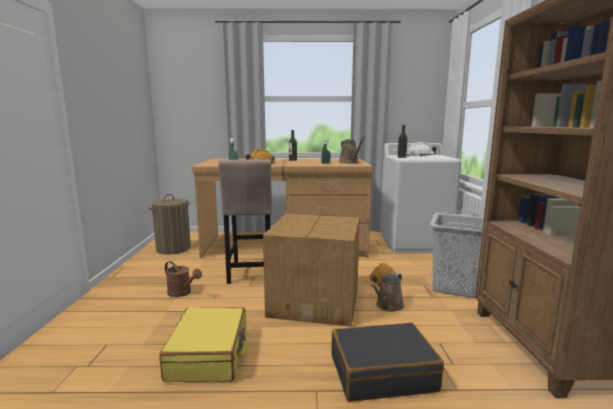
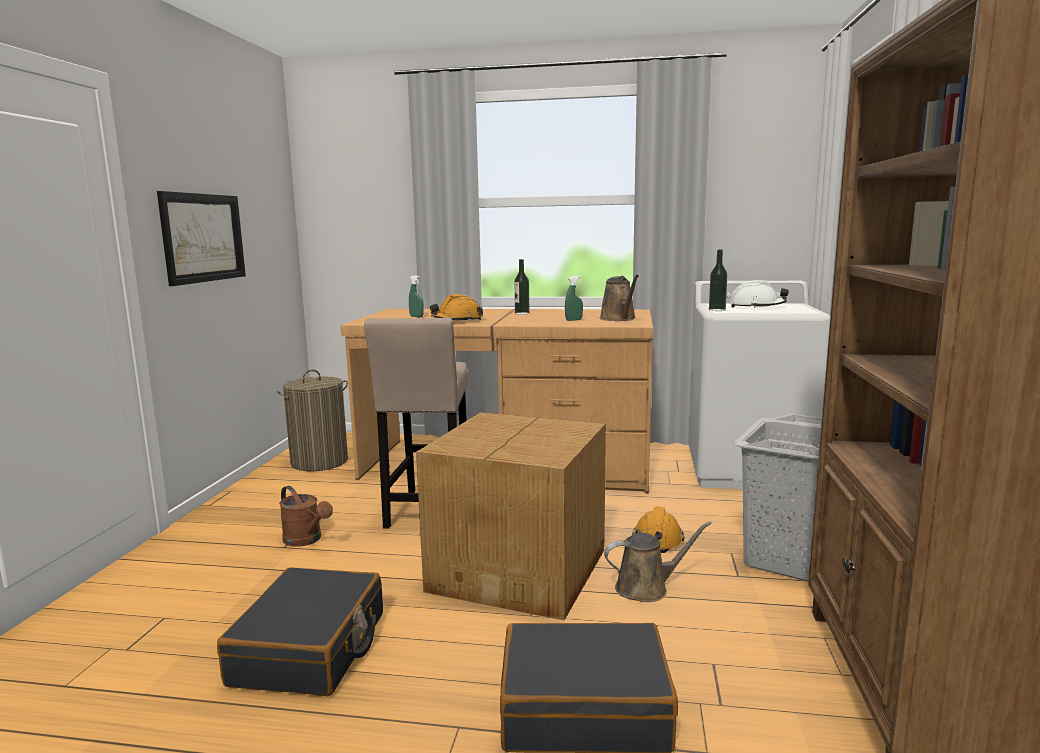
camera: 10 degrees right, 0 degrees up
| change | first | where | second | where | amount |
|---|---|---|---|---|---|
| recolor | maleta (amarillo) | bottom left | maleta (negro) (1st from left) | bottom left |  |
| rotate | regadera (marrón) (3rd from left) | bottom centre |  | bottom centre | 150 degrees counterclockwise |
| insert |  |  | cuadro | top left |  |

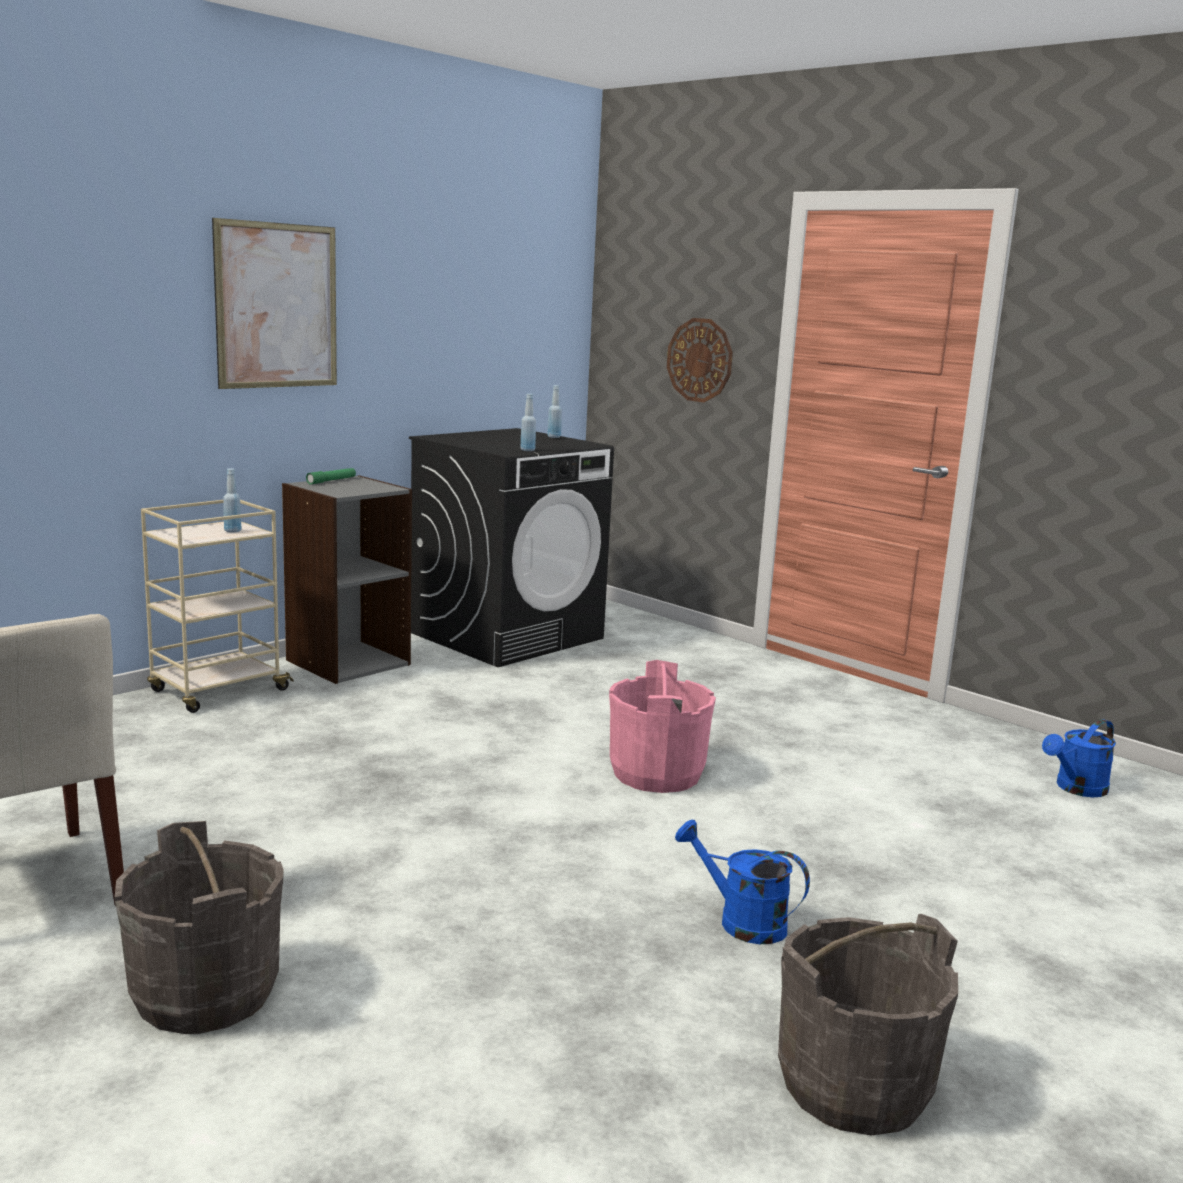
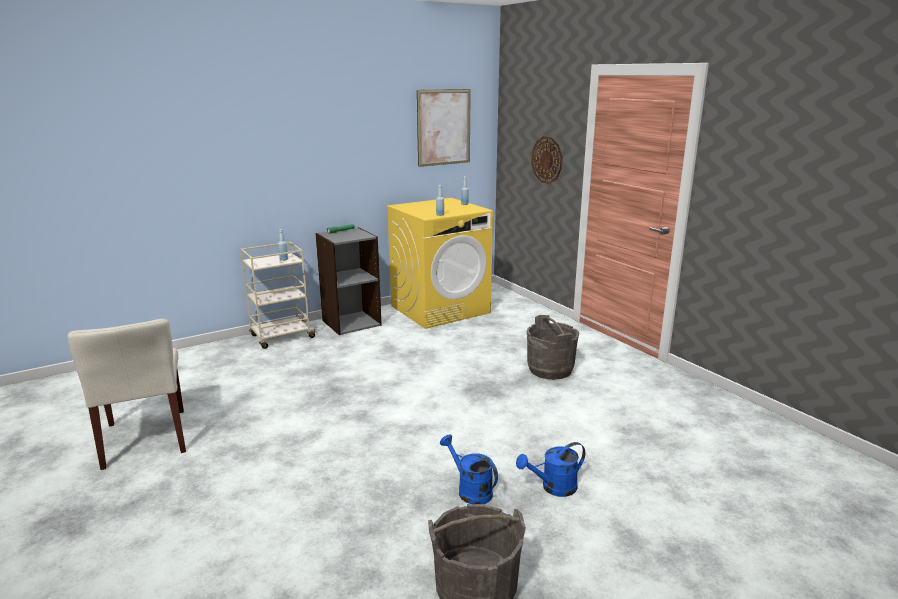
camera: 15 degrees right, 5 degrees up
| change | first | where | second | where | amount |
|---|---|---|---|---|---|
| move | cubo (gris) (1st from left in the first image) | bottom left | cubo (gris) (2nd from left) | centre |  |
| move | cuadro | top left |  | top centre |  |
| recolor | lavadora (negro) | centre | lavadora (amarillo) | centre |  |
| delete | cubo (rosa) | centre |  |  |  |
| move | regadera (azul) (2nd from left) | middle right |  | bottom centre |  |

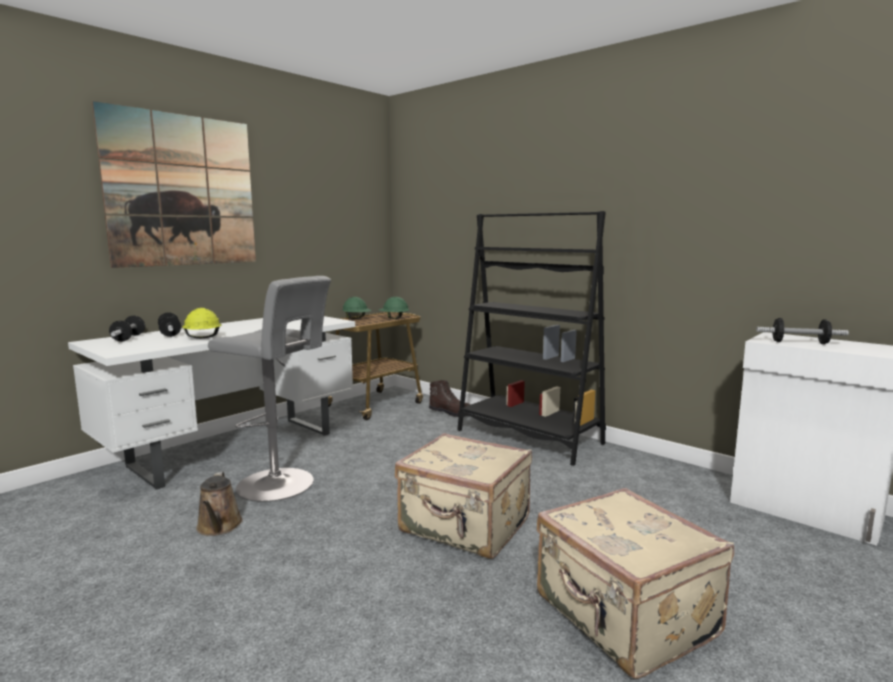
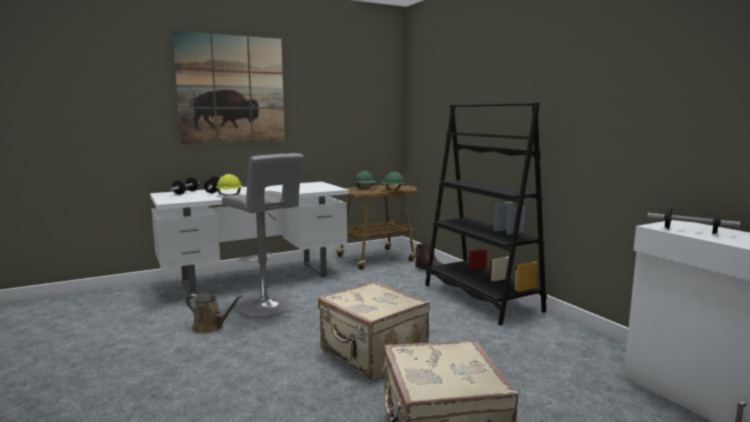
camera: 20 degrees right, 0 degrees up
| change | first | where | second | where | amount |
|---|---|---|---|---|---|
| rotate | regadera (marrón) | bottom left |  | bottom left | 75 degrees counterclockwise |

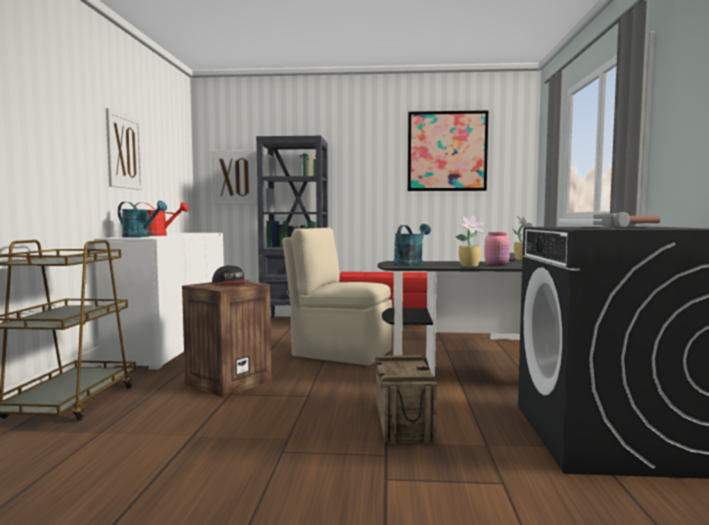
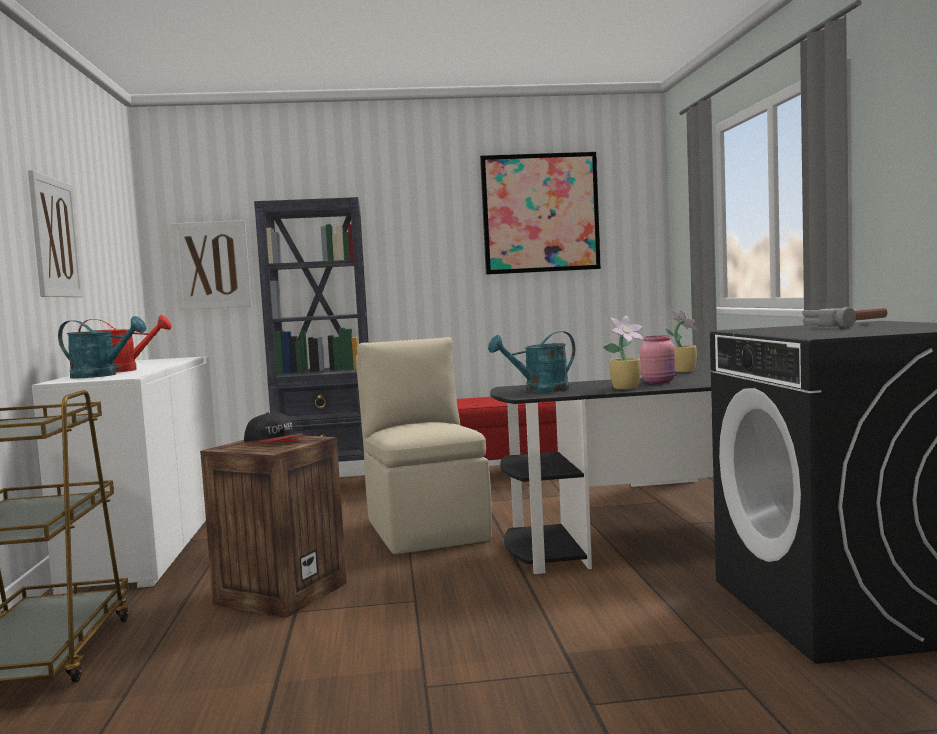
camera: 10 degrees left, 0 degrees up
| change | first | where | second | where | amount |
|---|---|---|---|---|---|
| rotate | silla (beis) | centre |  | centre | 60 degrees clockwise |
| delete | caja de embalaje (2nd from left) | bottom centre |  |  |  |
| rotate | regadera (turquesa) (2nd from left) | centre |  | centre | 135 degrees counterclockwise |

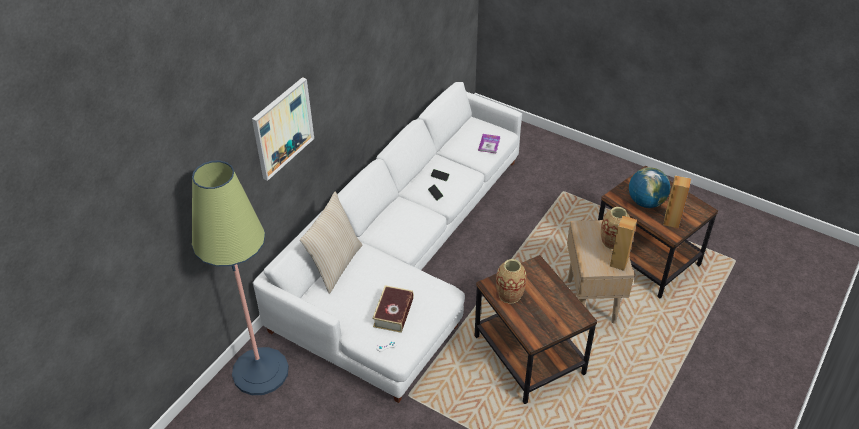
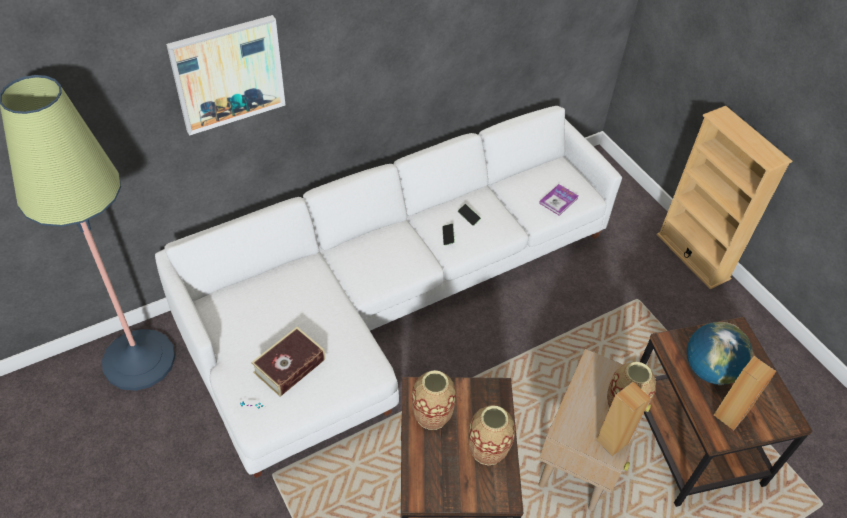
camera: 25 degrees right, 5 degrees up
| change | first | where | second | where | amount |
|---|---|---|---|---|---|
| delete | cojín (beis) | centre |  |  |  |
| insert |  |  | florero (2nd from left) | bottom centre |  |
| insert |  |  | estantería (beis) | middle right |  |

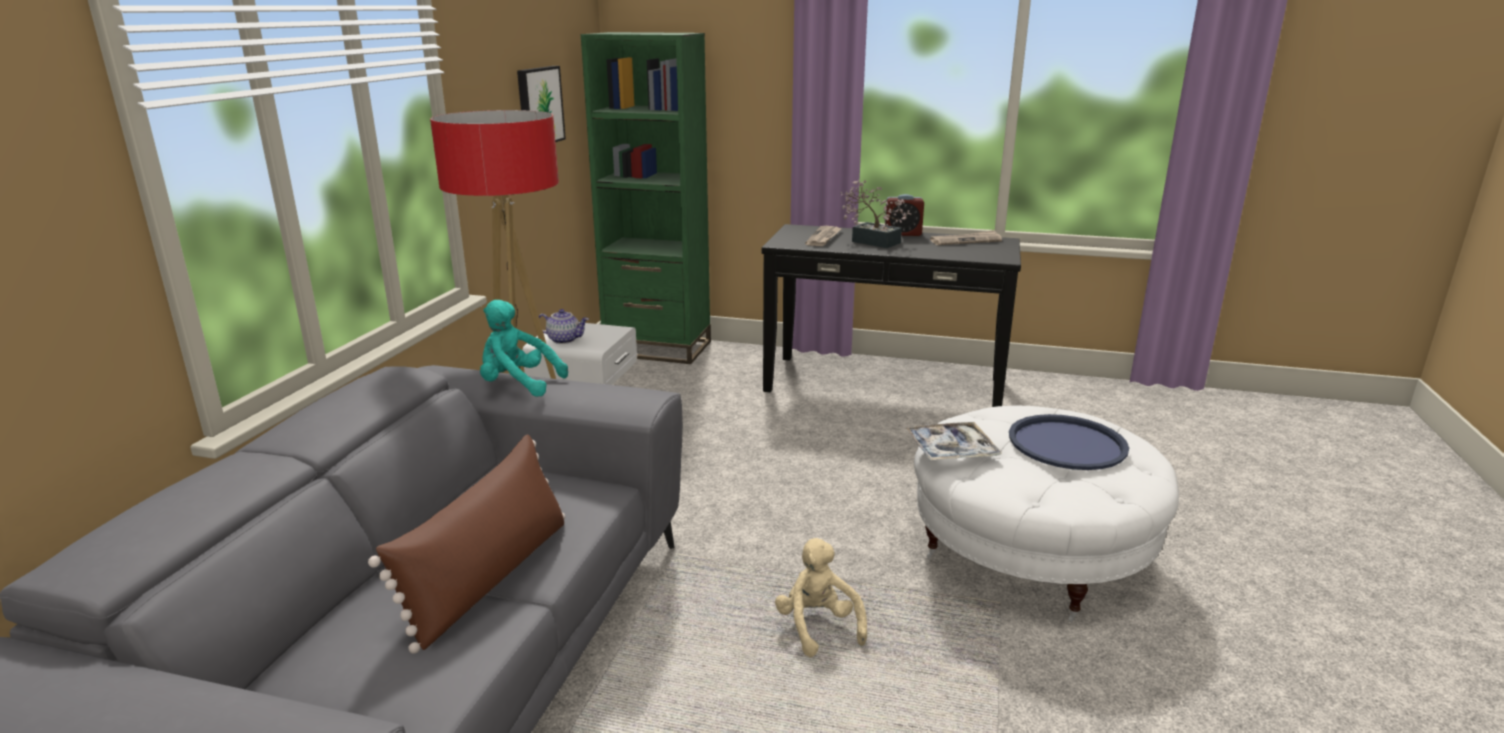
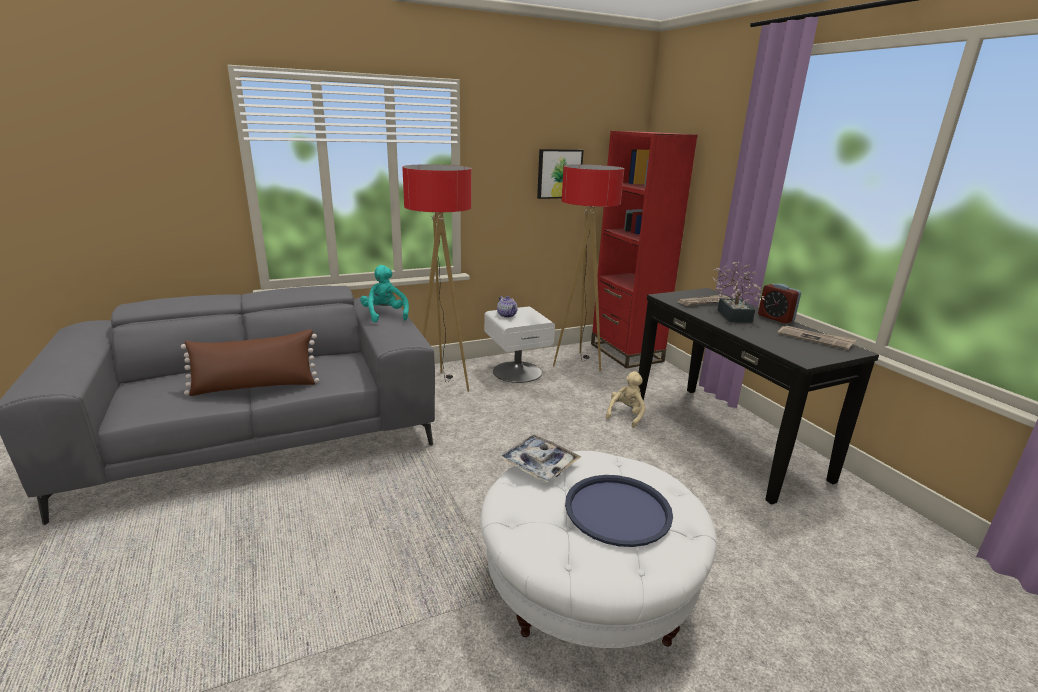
camera: 50 degrees right, 0 degrees up
| change | first | where | second | where | amount |
|---|---|---|---|---|---|
| recolor | estantería (verde) | top centre | estantería (rojo) | centre |  |
| move | peluche (beis) | bottom centre |  | centre |  |
| insert |  |  | lámpara de pie (2nd from left) | centre |  |

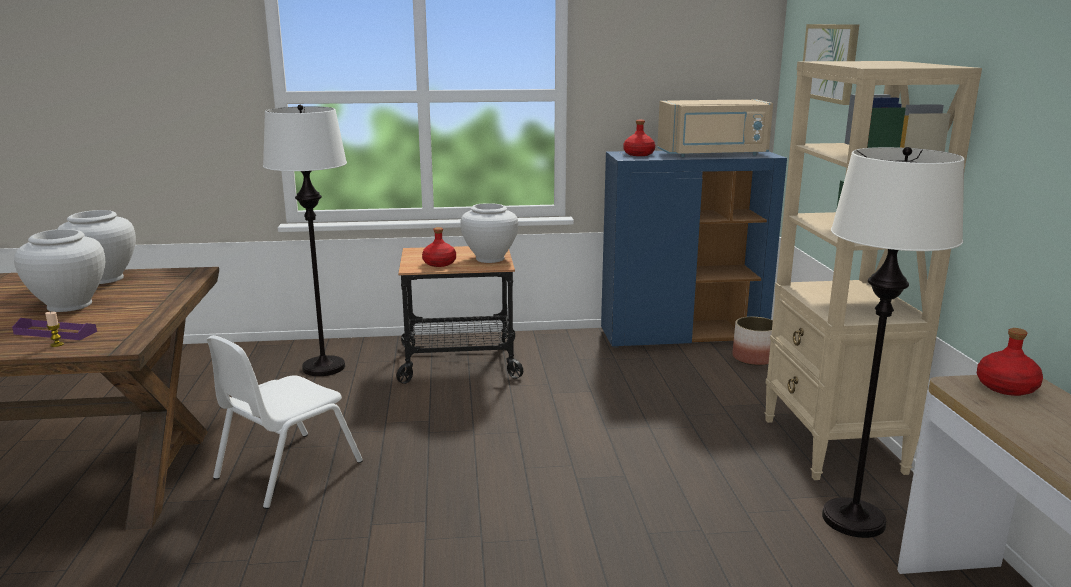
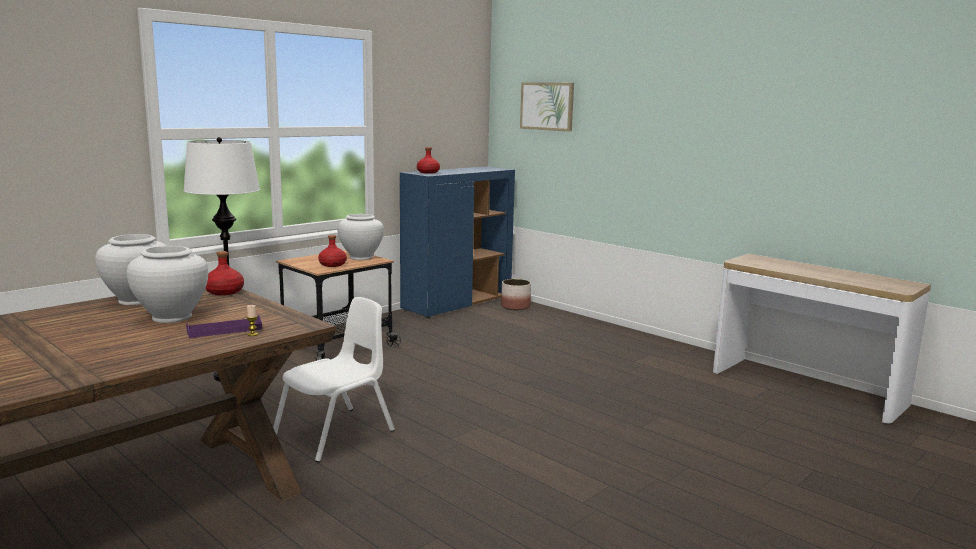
camera: 40 degrees left, 5 degrees down
| change | first | where | second | where | amount |
|---|---|---|---|---|---|
| rotate | silla (blanco) | bottom left |  | bottom centre | 135 degrees counterclockwise |
| delete | microondas (beis) | top right |  |  |  |
| delete | estantería (beis) | middle right |  |  |  |
| delete | lámpara de pie (blanco) (2nd from left) | middle right |  |  |  |
| move | botella (rojo) (3rd from left in the first image) | middle right | botella (rojo) (1st from left) | middle left |  |

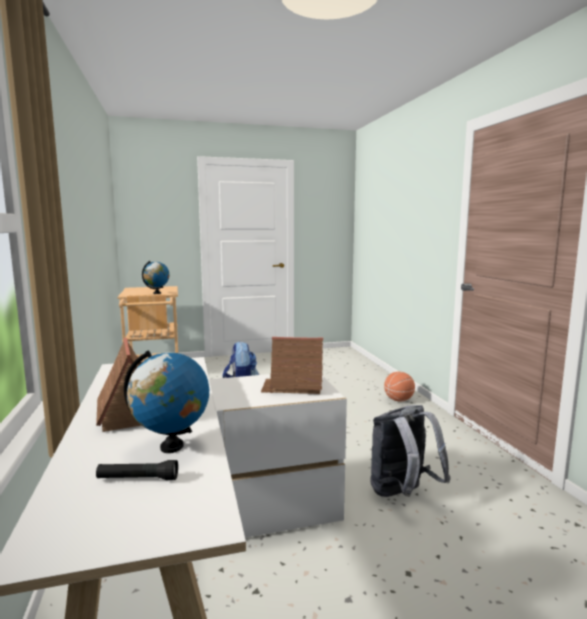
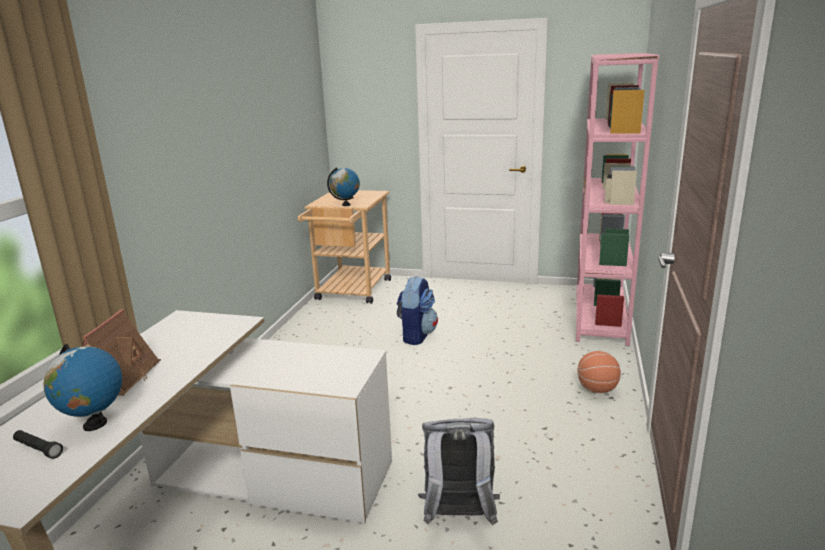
camera: 30 degrees right, 10 degrees up
| change | first | where | second | where | amount |
|---|---|---|---|---|---|
| delete | casita (2nd from left) | centre |  |  |  |
| insert |  |  | estantería (rosa) | middle right |  |

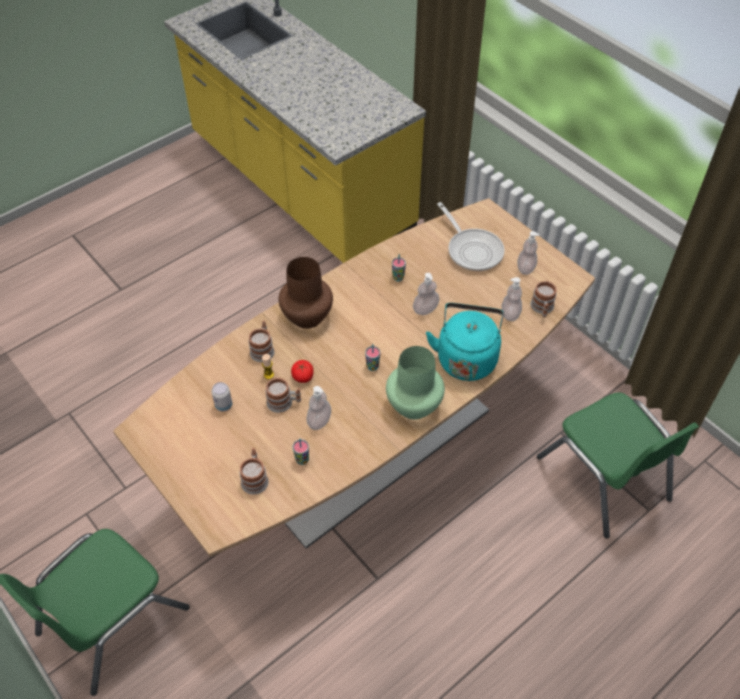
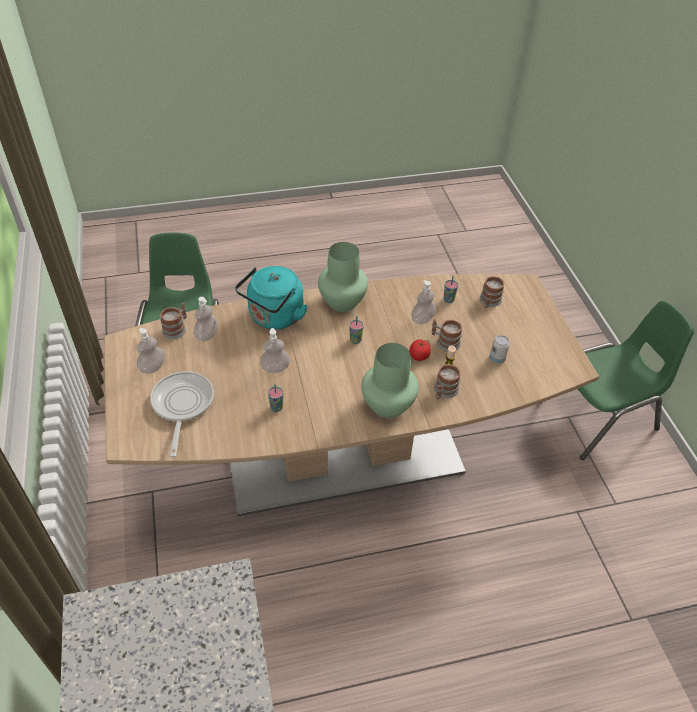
camera: 155 degrees left, 5 degrees down
| change | first | where | second | where | amount |
|---|---|---|---|---|---|
| recolor | florero (marrón) | centre | florero (verde) (2nd from left) | centre |  |

